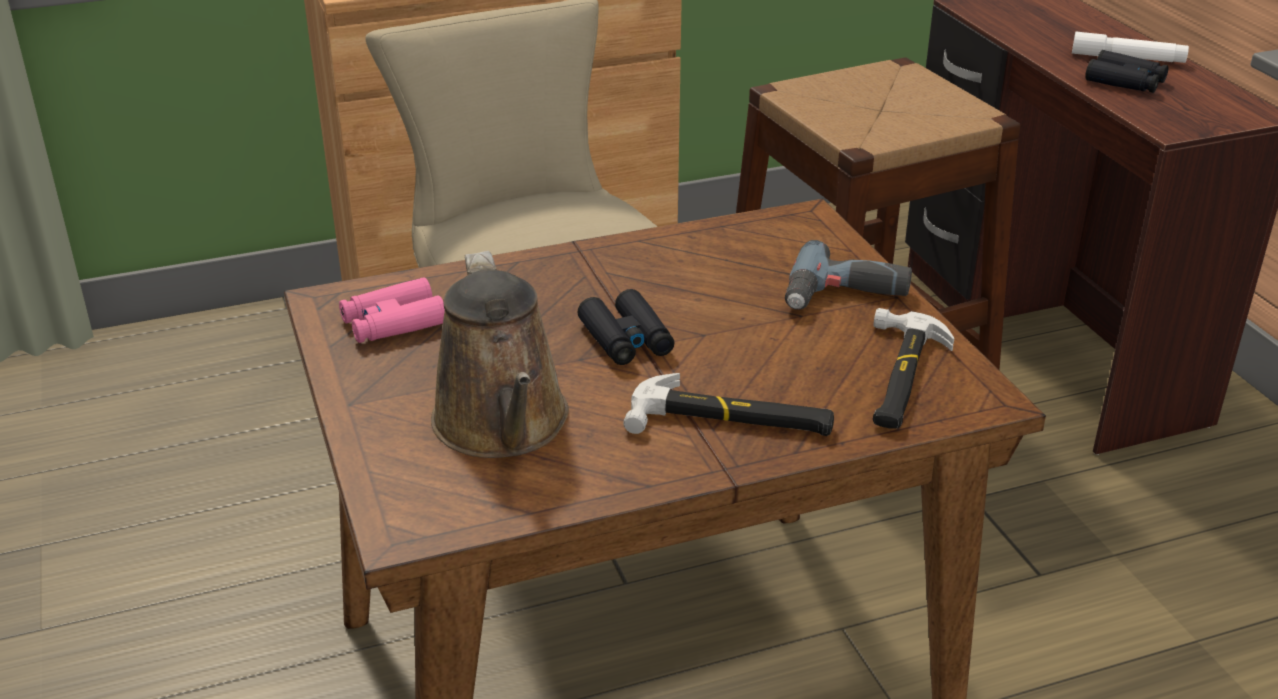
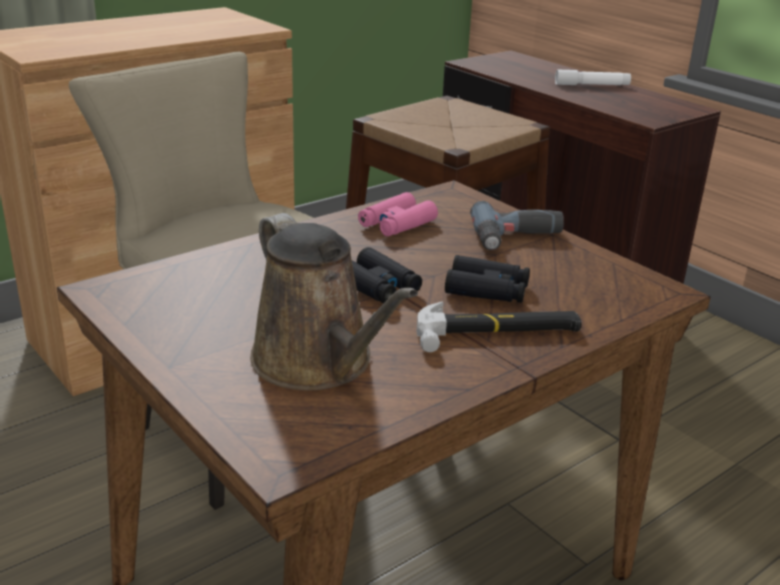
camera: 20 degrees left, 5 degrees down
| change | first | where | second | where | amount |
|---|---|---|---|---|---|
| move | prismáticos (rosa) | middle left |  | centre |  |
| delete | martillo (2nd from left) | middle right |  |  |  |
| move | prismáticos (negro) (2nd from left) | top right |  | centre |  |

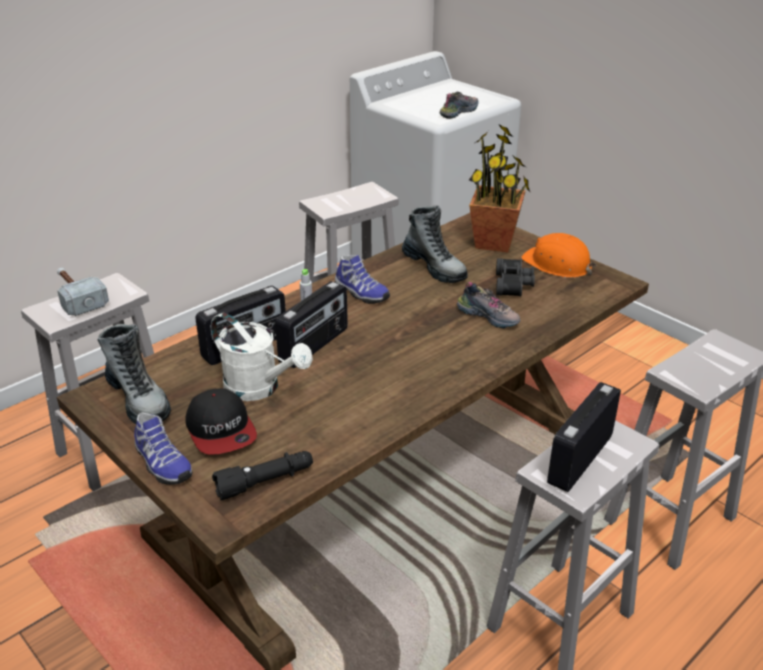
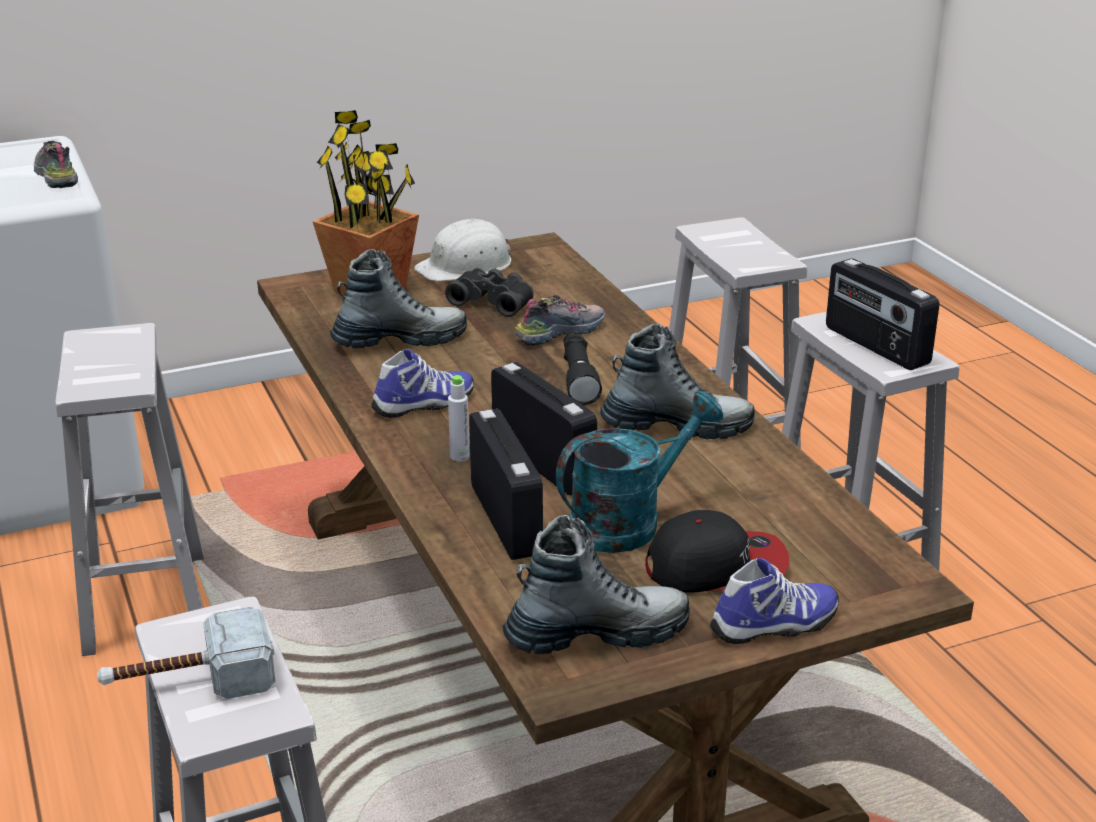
camera: 70 degrees left, 5 degrees down
| change | first | where | second | where | amount |
|---|---|---|---|---|---|
| recolor | regadera (blanco) | centre | regadera (turquesa) | centre |  |
| move | linterna (negro) | bottom centre |  | centre |  |
| recolor | casco (naranja) | middle right | casco (blanco) | top centre |  |
| insert |  |  | bota (3rd from left) | centre |  |

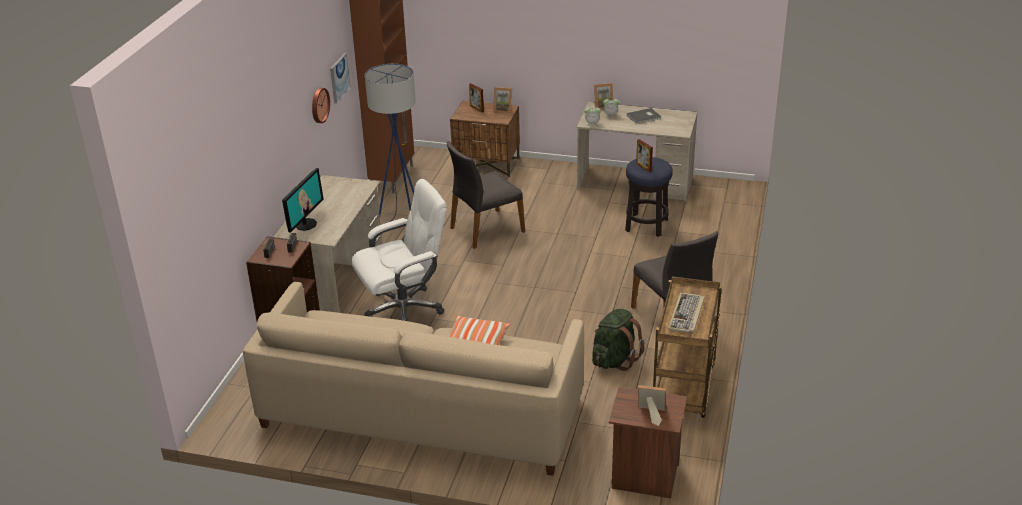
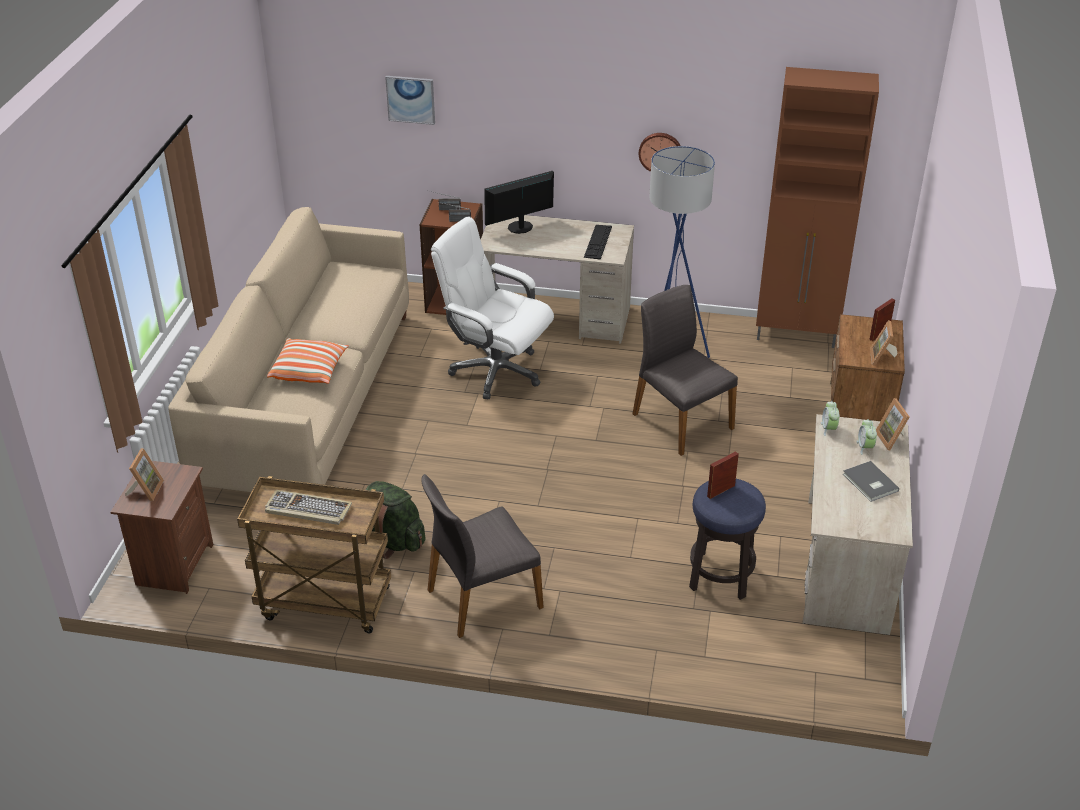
camera: 85 degrees right, 5 degrees up
| change | first | where | second | where | amount |
|---|---|---|---|---|---|
| rotate | monitor | middle left |  | top centre | 135 degrees clockwise |
| move | cuadro | top left |  | top centre |  |
| rotate | silla de oficina (blanco) | centre |  | centre | 150 degrees clockwise |
| insert |  |  | teclado (2nd from left) | top centre |  |

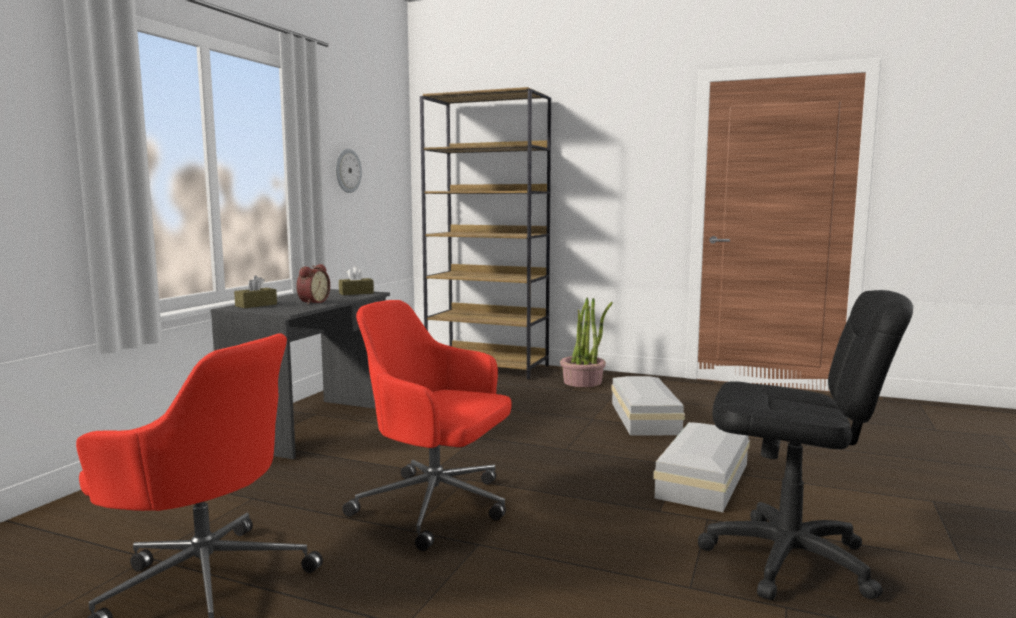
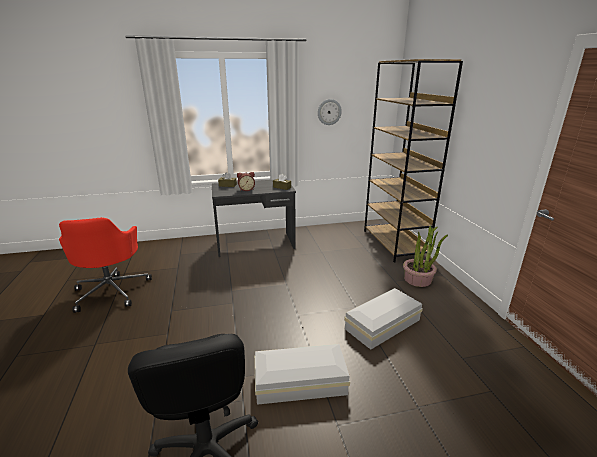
camera: 55 degrees right, 15 degrees up
| change | first | where | second | where | amount |
|---|---|---|---|---|---|
| delete | silla de oficina (rojo) (2nd from left) | bottom centre |  |  |  |

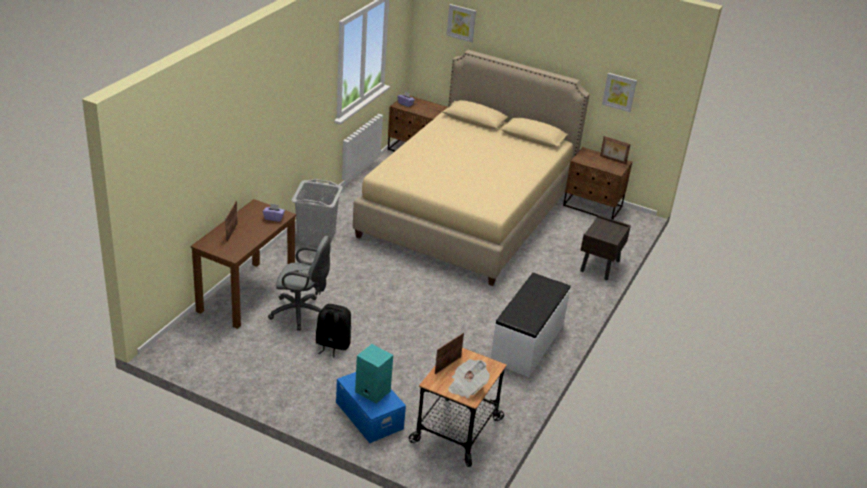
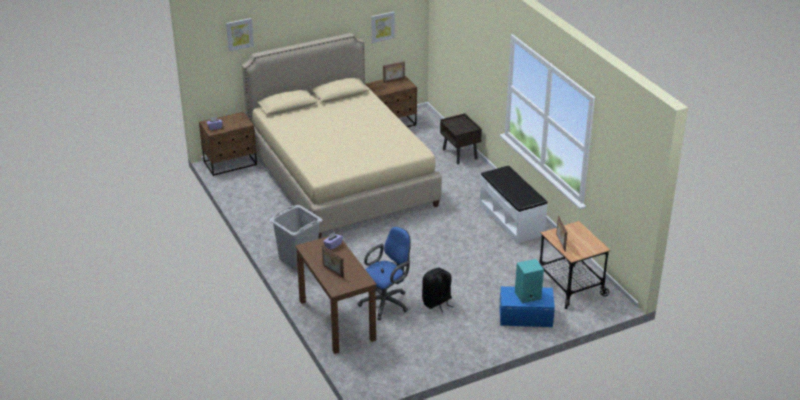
camera: 50 degrees left, 0 degrees up
| change | first | where | second | where | amount |
|---|---|---|---|---|---|
| recolor | silla de oficina (gris) | centre | silla de oficina (azul) | bottom centre |  |
| delete | periódico | bottom centre |  |  |  |

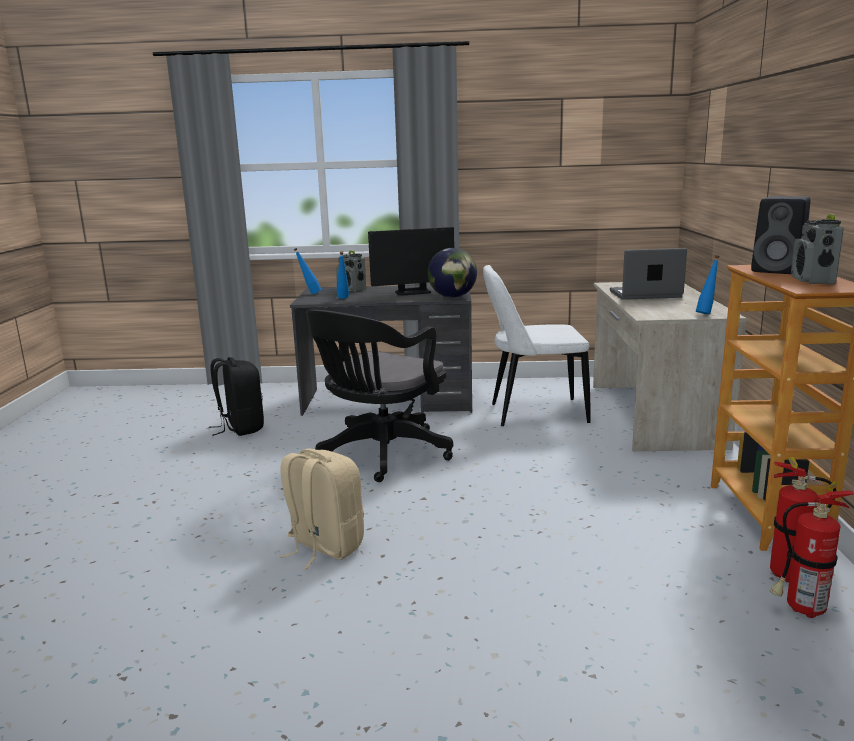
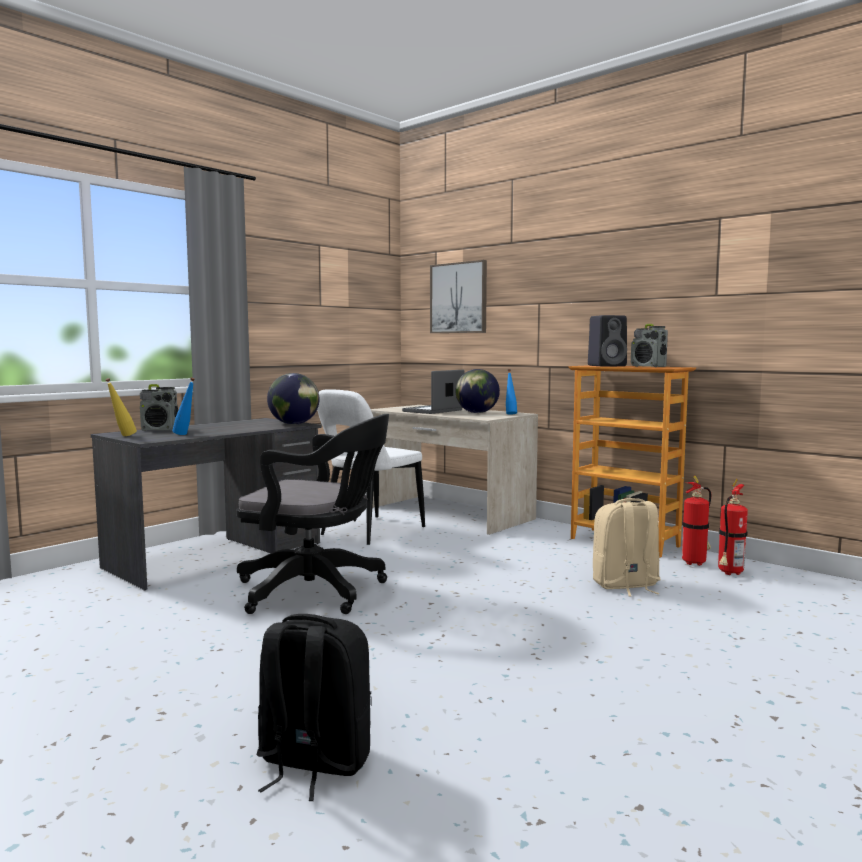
camera: 50 degrees left, 10 degrees down
| change | first | where | second | where | amount |
|---|---|---|---|---|---|
| move | mochila (negro) | middle left |  | bottom centre |  |
| move | mochila (beis) | bottom centre |  | middle right |  |
| recolor | botella (azul) (1st from left) | centre | botella (amarillo) | middle left |  |
| rotate | silla de oficina (negro) | centre |  | centre | 60 degrees counterclockwise |
| delete | monitor | centre |  |  |  |
| insert |  |  | cuadro | centre |  |
| insert |  |  | globo terráqueo (2nd from left) | centre |  |

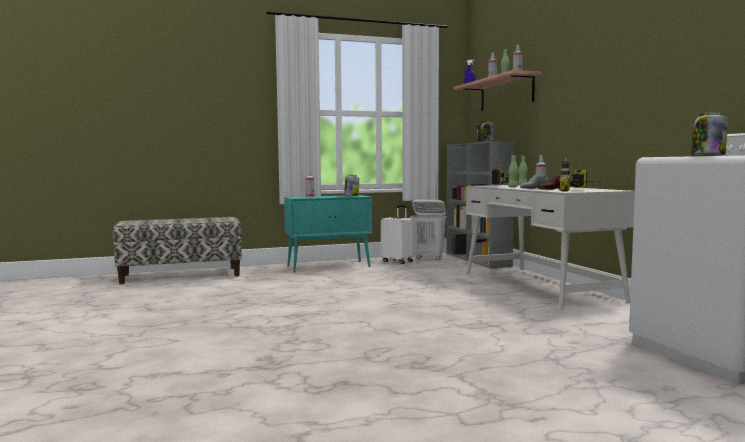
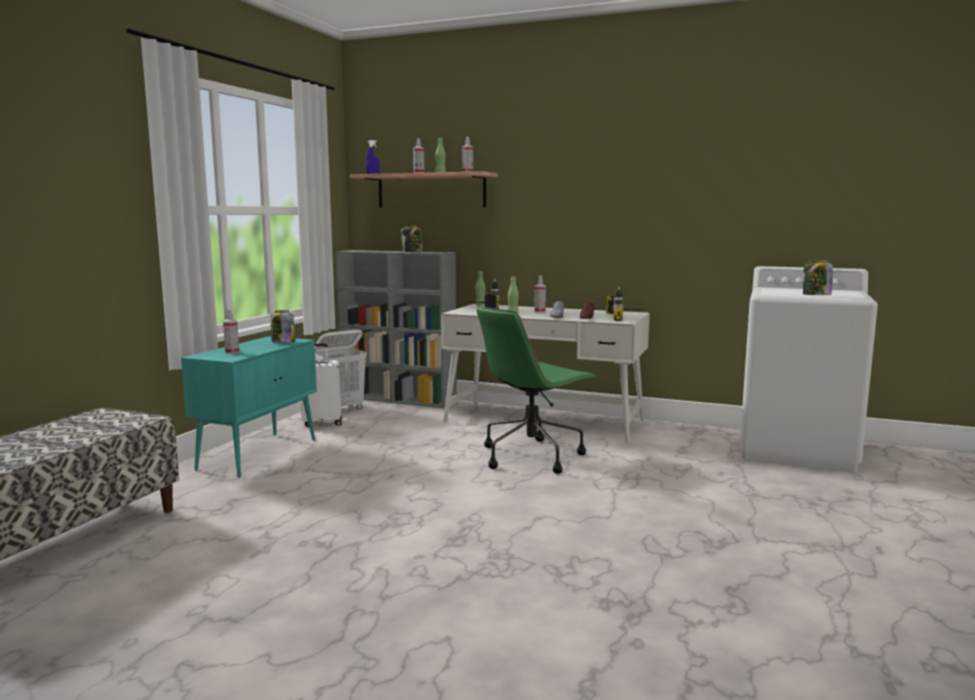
camera: 50 degrees left, 5 degrees up
| change | first | where | second | where | amount |
|---|---|---|---|---|---|
| insert |  |  | silla de oficina (verde) | centre |  |

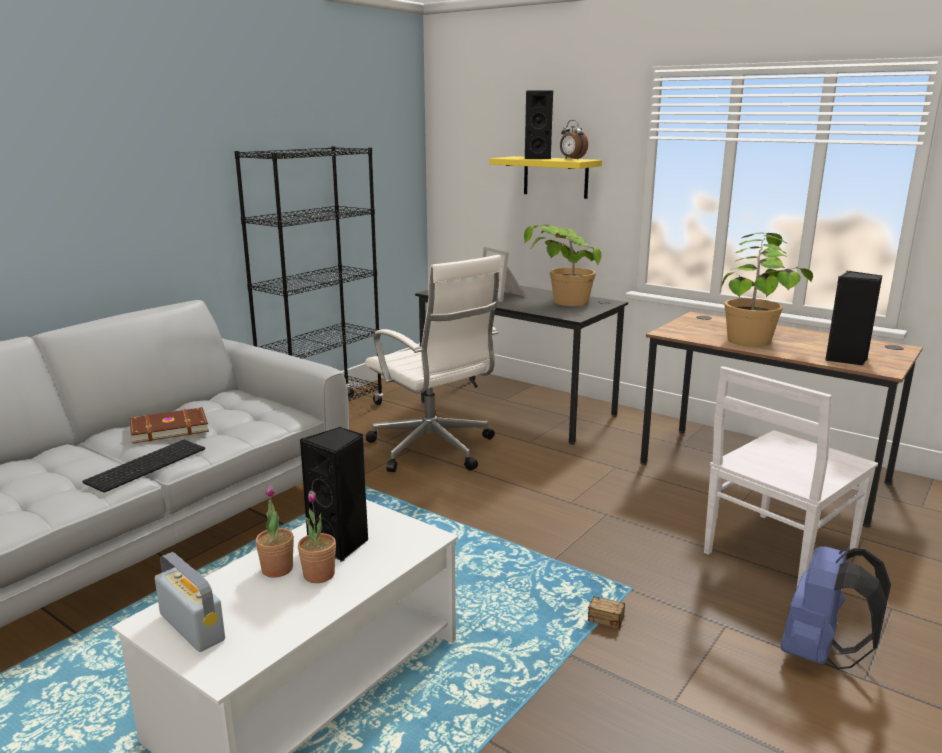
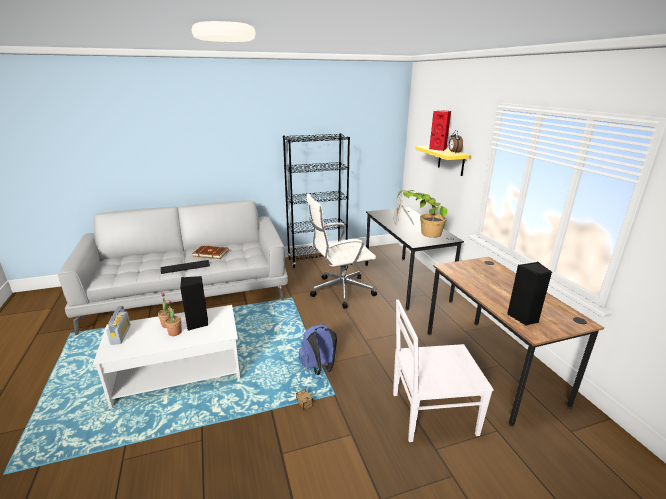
camera: 35 degrees right, 5 degrees up
| change | first | where | second | where | amount |
|---|---|---|---|---|---|
| rotate | silla de oficina (blanco) | centre |  | centre | 75 degrees clockwise |
| recolor | altavoz (negro) (2nd from left) | top centre | altavoz (rojo) | top centre |  |
| delete | planta en maceta (4th from left) | middle right |  |  |  |
| move | mochila (azul) | bottom right |  | bottom centre |  |

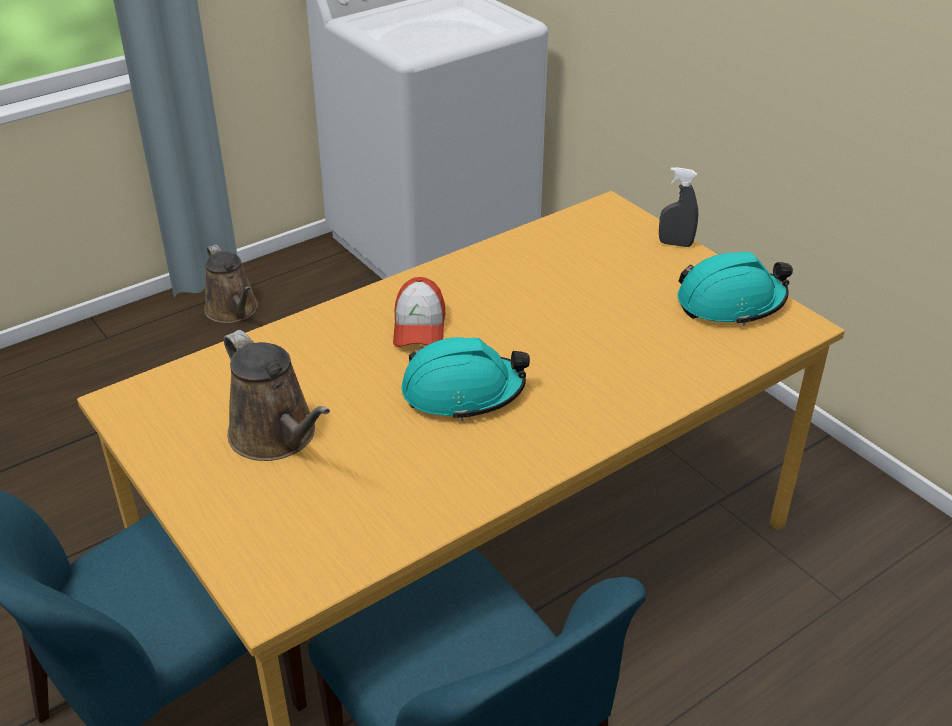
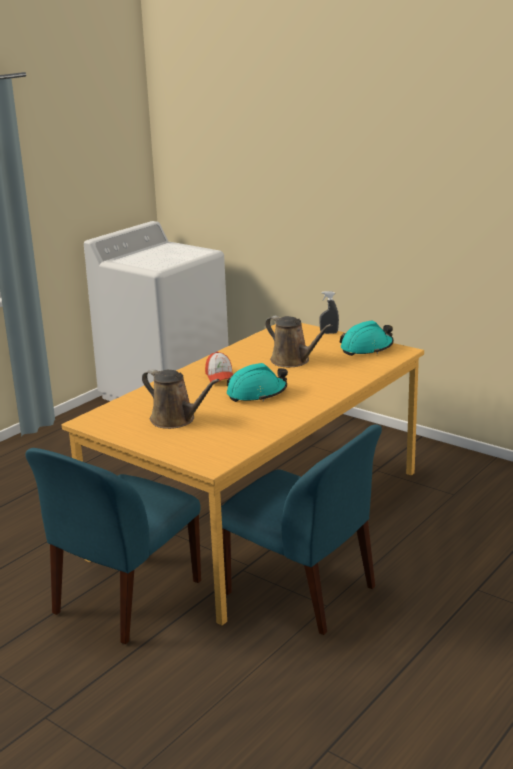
camera: 15 degrees left, 15 degrees down
| change | first | where | second | where | amount |
|---|---|---|---|---|---|
| move | regadera (marrón) (1st from left in the first image) | middle left | regadera (marrón) (2nd from left) | centre |  |

